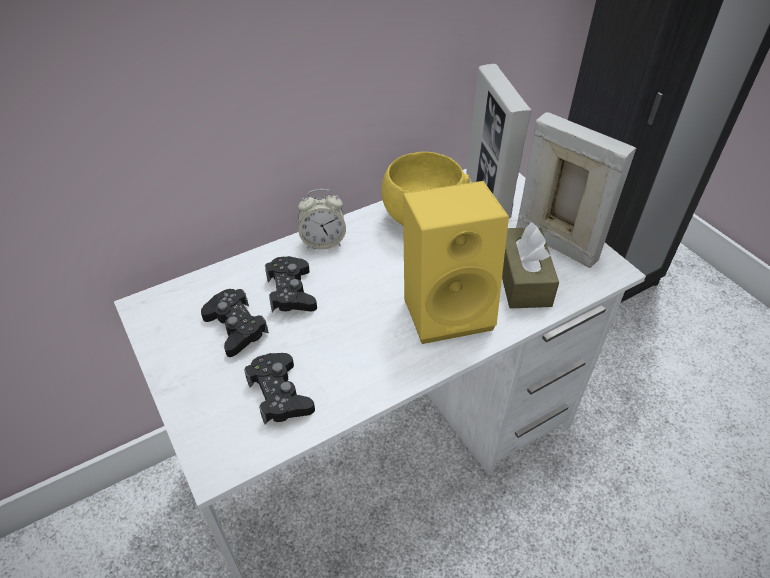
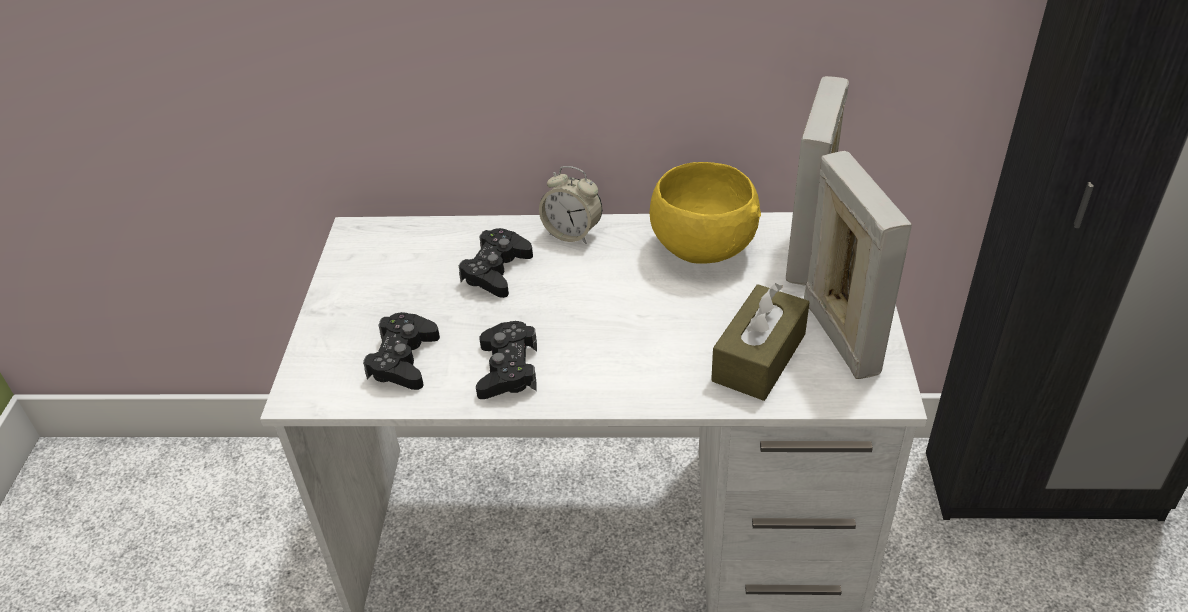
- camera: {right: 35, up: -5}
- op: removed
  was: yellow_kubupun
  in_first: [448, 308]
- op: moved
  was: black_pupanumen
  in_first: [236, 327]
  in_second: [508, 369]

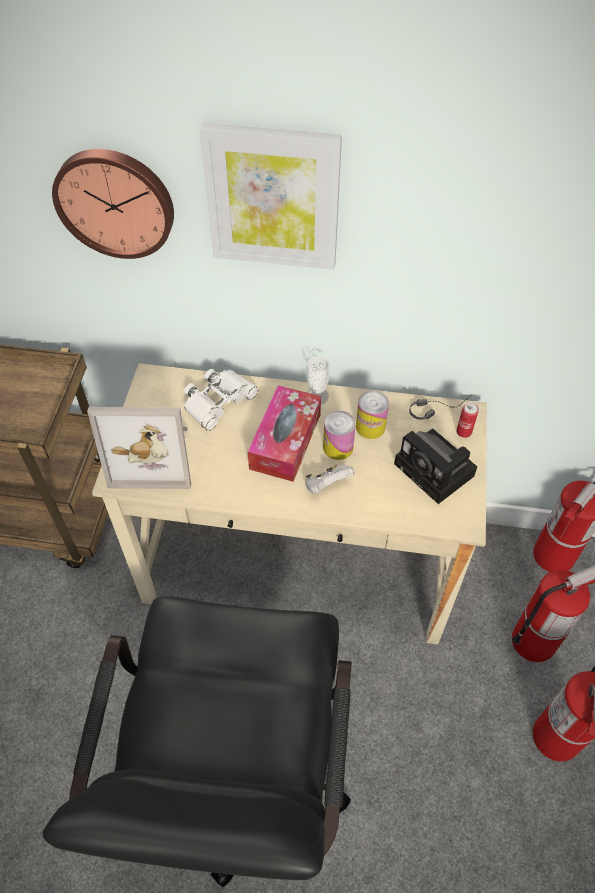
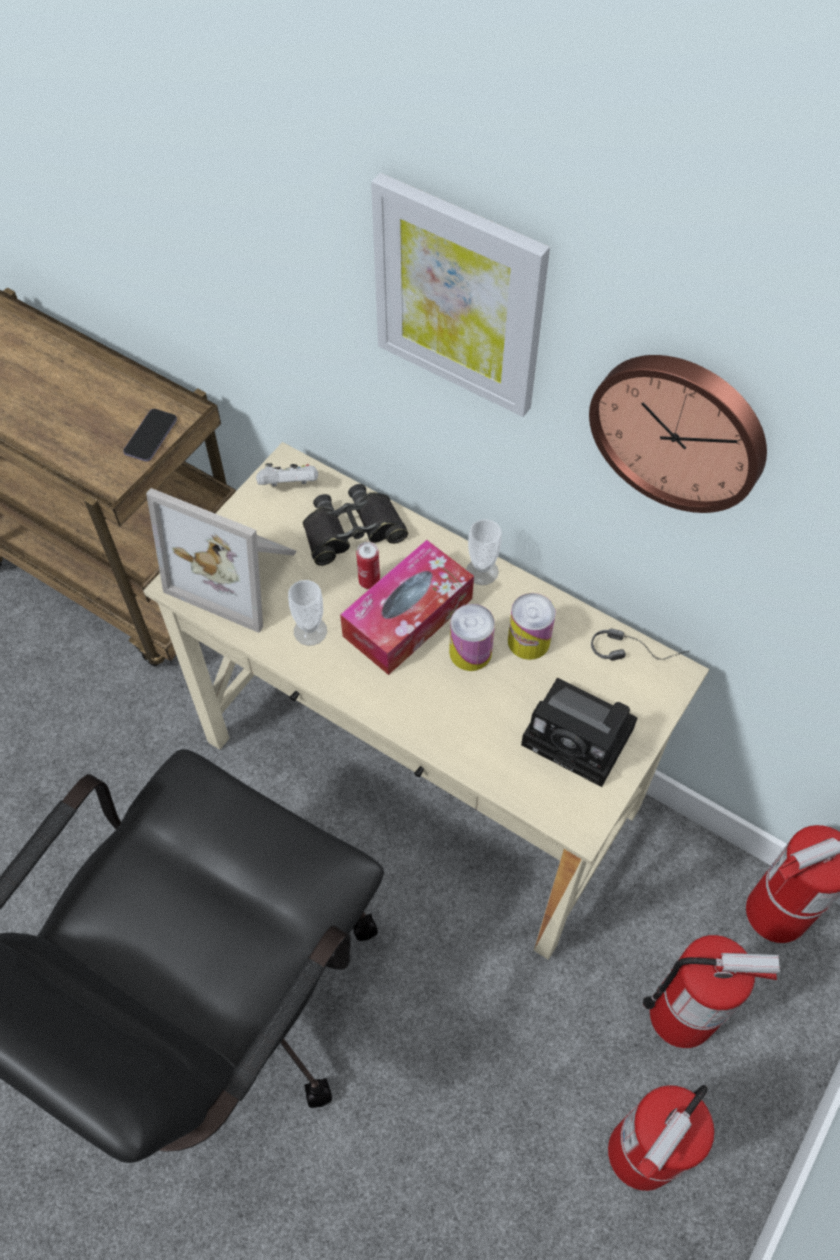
- camera: {right: 25, up: 5}
- op: moved
  was: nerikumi
  in_first: [115, 202]
  in_second: [680, 429]
- op: recoloured
  was: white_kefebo
  now: black_kefebo
  in_first: [218, 401]
  in_second: [352, 531]
- op: moved
  was: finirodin
  in_first: [463, 432]
  in_second: [369, 581]
- op: turned
  was: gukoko
  in_first: [437, 472]
  in_second: [582, 738]
  clockwise: -45
- op: moved
  was: white_pupanumen
  in_first: [326, 486]
  in_second: [289, 485]
- op: added
  now: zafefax
  in_second: [151, 436]
- op: added
  now: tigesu
  in_second: [310, 631]

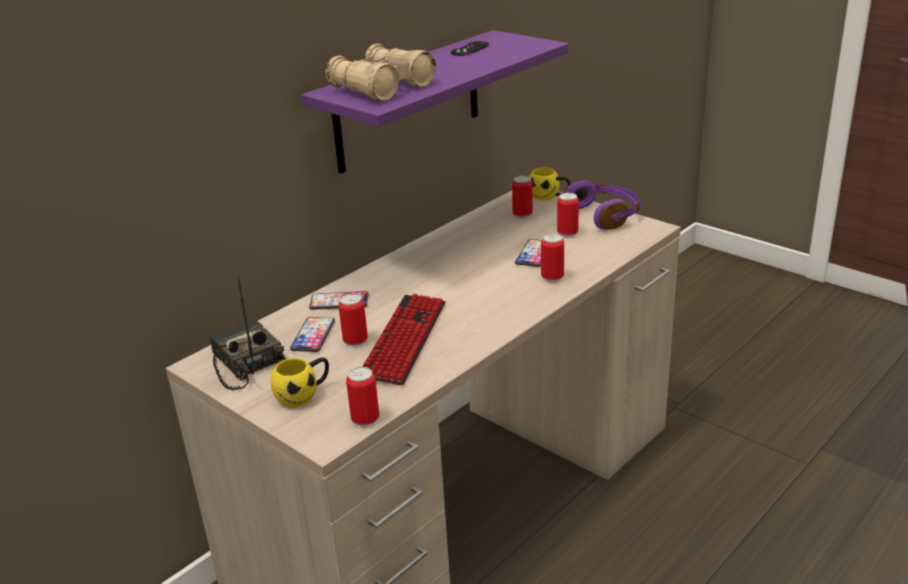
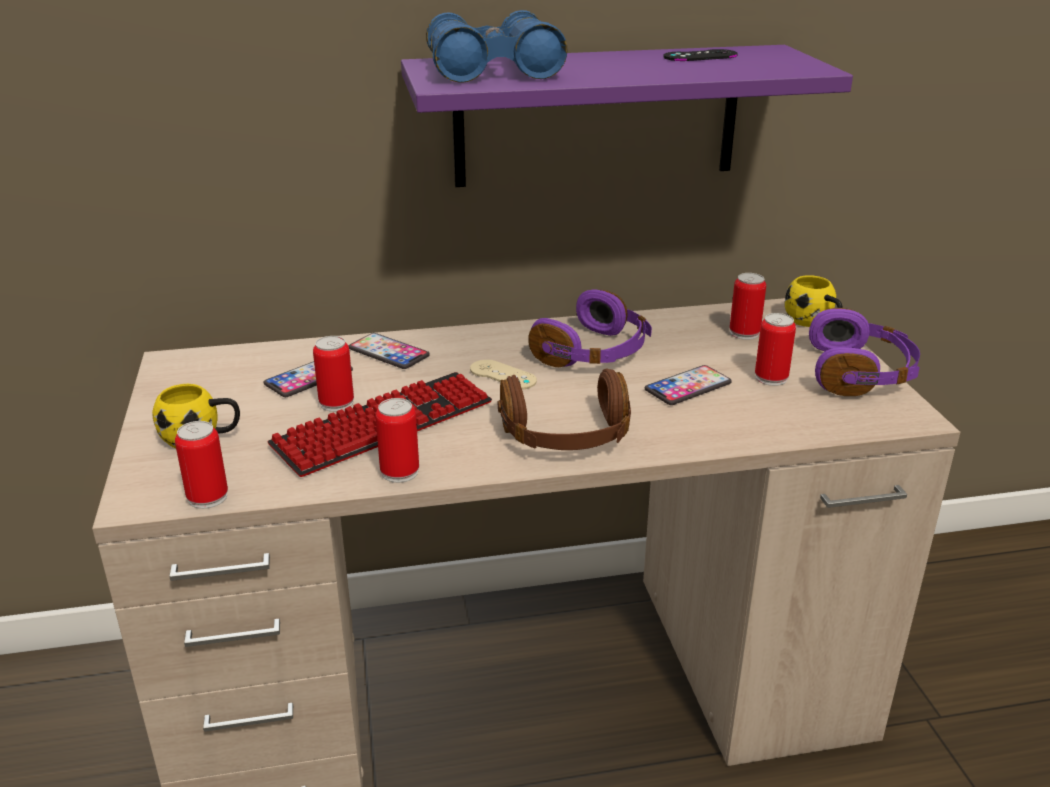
- camera: {right: 35, up: 0}
- op: recoloured
  was: beige_kefebo
  now: blue_kefebo
  in_first: [382, 88]
  in_second: [493, 71]
- op: moved
  was: finirodin
  in_first: [552, 277]
  in_second: [399, 472]
- op: removed
  was: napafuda
  in_first: [244, 362]
- op: added
  now: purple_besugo
  in_second: [594, 353]
- op: added
  now: beige_pupanumen
  in_second: [503, 375]
- op: added
  now: brown_besugo
  in_second: [566, 437]

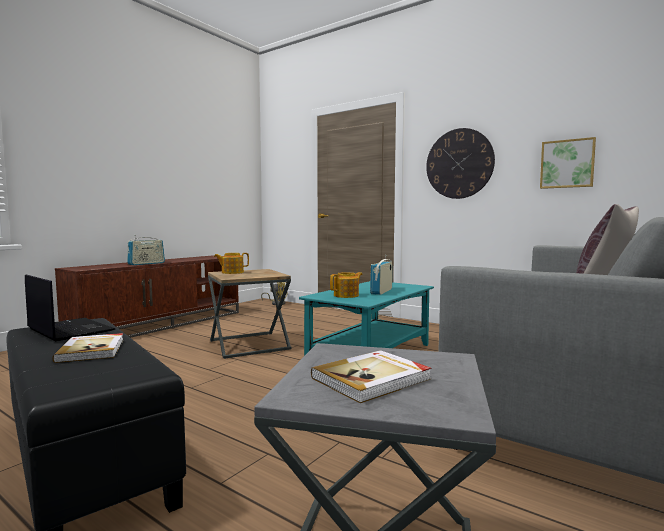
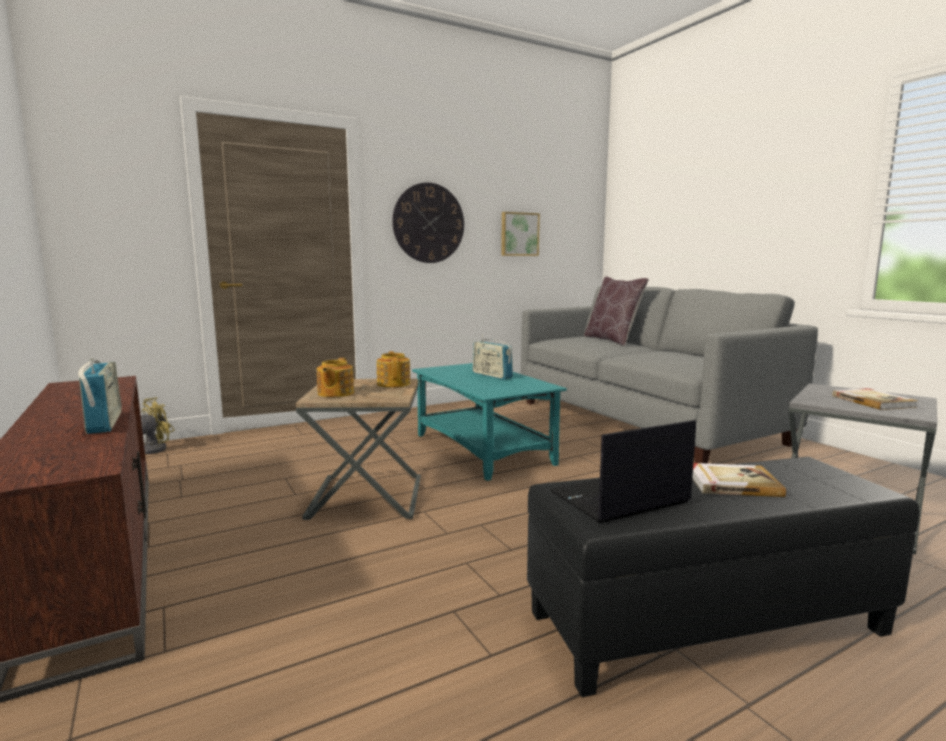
- camera: {right: -65, up: 5}
- op: moved
  was: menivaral
  in_first: [347, 295]
  in_second: [394, 383]

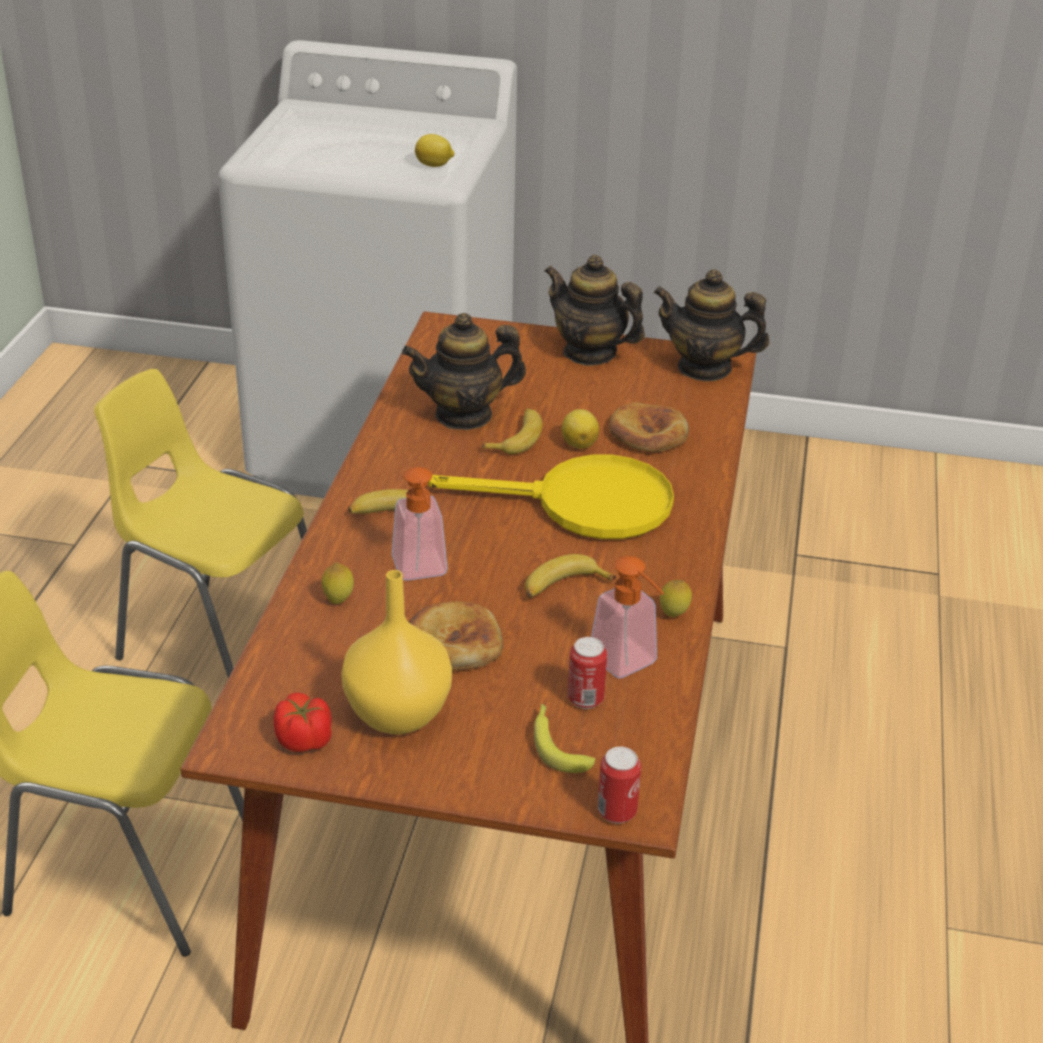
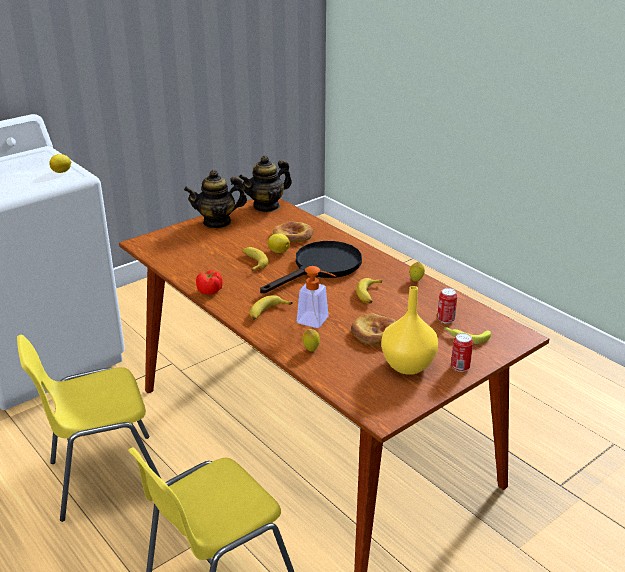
- camera: {right: -50, up: -5}
- op: removed
  was: menivaral
  in_first: [464, 415]
- op: recoloured
  was: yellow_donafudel
  now: black_donafudel
  in_first: [584, 504]
  in_second: [321, 268]
- op: removed
  was: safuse
  in_first: [629, 665]
- op: moved
  was: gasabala
  in_first: [304, 740]
  in_second: [210, 291]
- op: moved
  was: finirodin
  in_first: [616, 812]
  in_second: [460, 367]

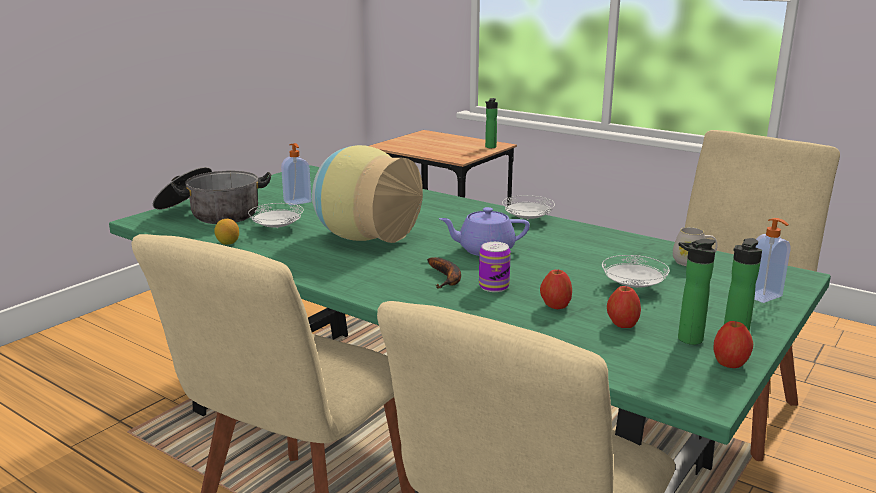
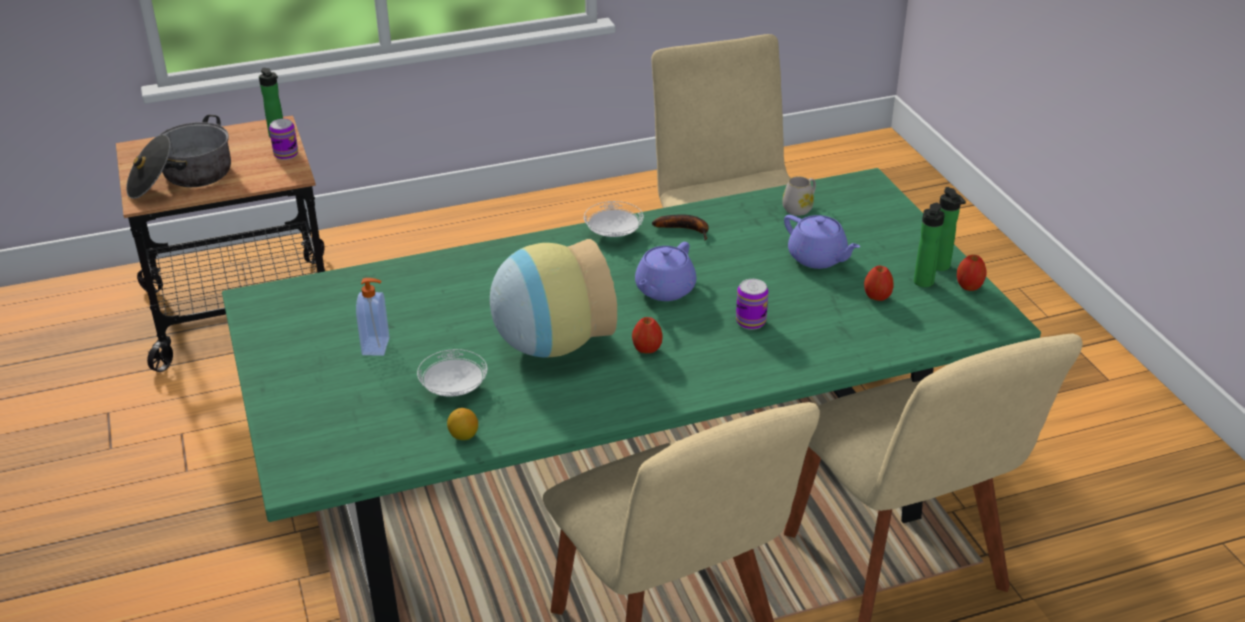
- camera: {right: -55, up: 15}
- op: moved
  was: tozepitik
  in_first: [211, 214]
  in_second: [182, 178]
- op: removed
  was: safuse
  in_first: [764, 296]
- op: replaced
  was: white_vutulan
  now: purple_menivaral
  in_first: [633, 287]
  in_second: [818, 258]
- op: moved
  was: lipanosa
  in_first: [447, 278]
  in_second: [686, 229]
- op: moved
  was: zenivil
  in_first: [555, 306]
  in_second: [646, 350]
- op: added
  now: finirodin
  in_second: [286, 154]

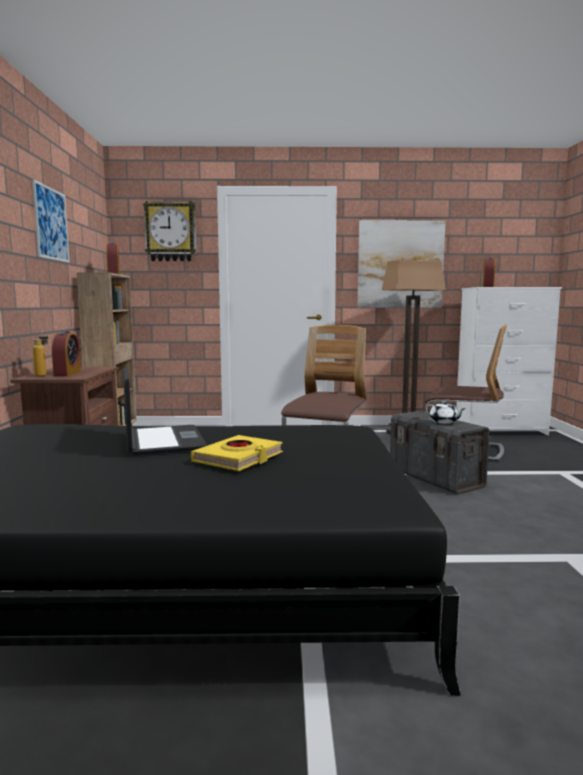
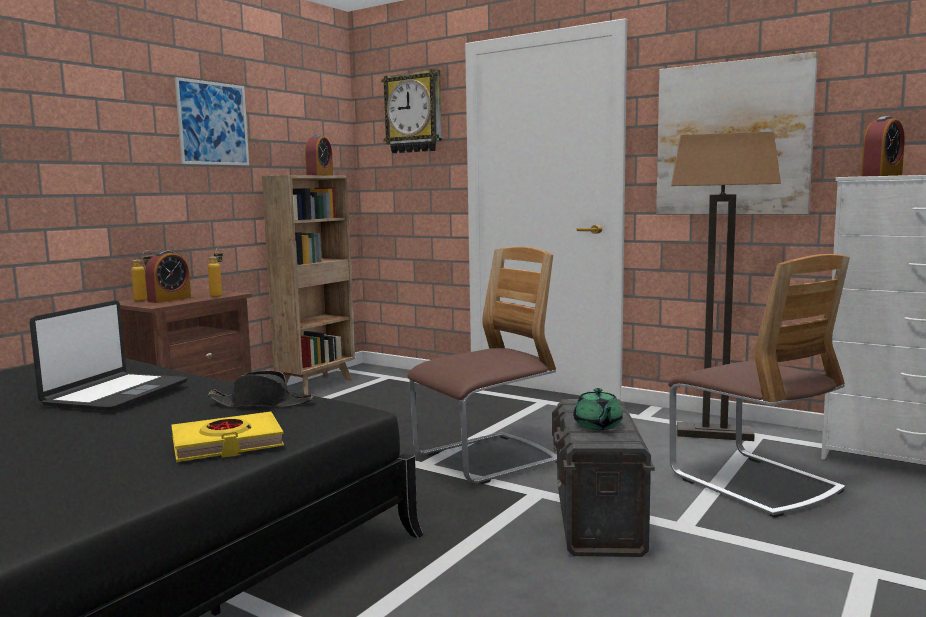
- camera: {right: 35, up: 0}
- op: recoloured
  was: white_menivaral
  now: green_menivaral
  in_first: [443, 422]
  in_second: [597, 426]
- op: moved
  was: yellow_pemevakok
  in_first: [238, 458]
  in_second: [227, 444]
- op: added
  now: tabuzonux
  in_second: [218, 295]
- op: added
  now: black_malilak
  in_second: [262, 403]

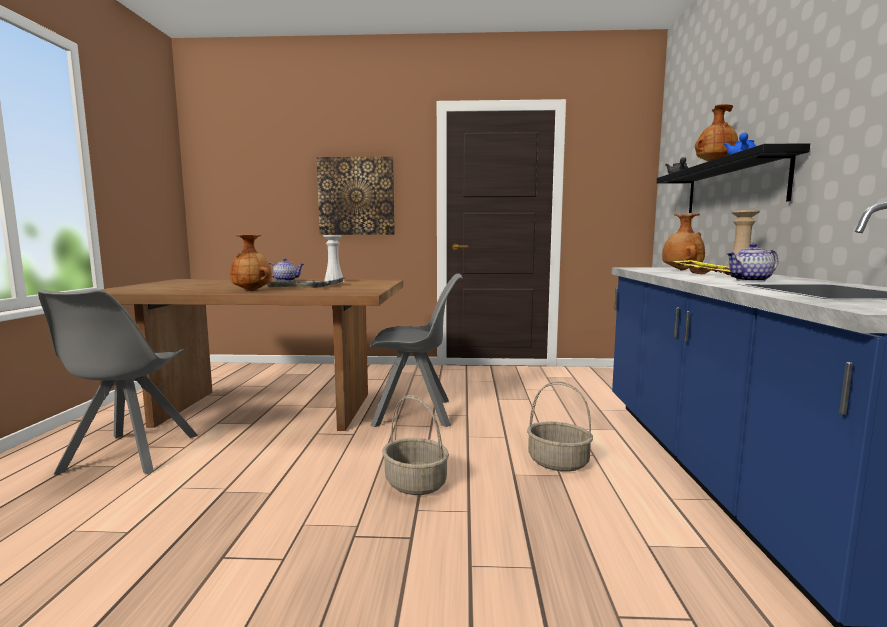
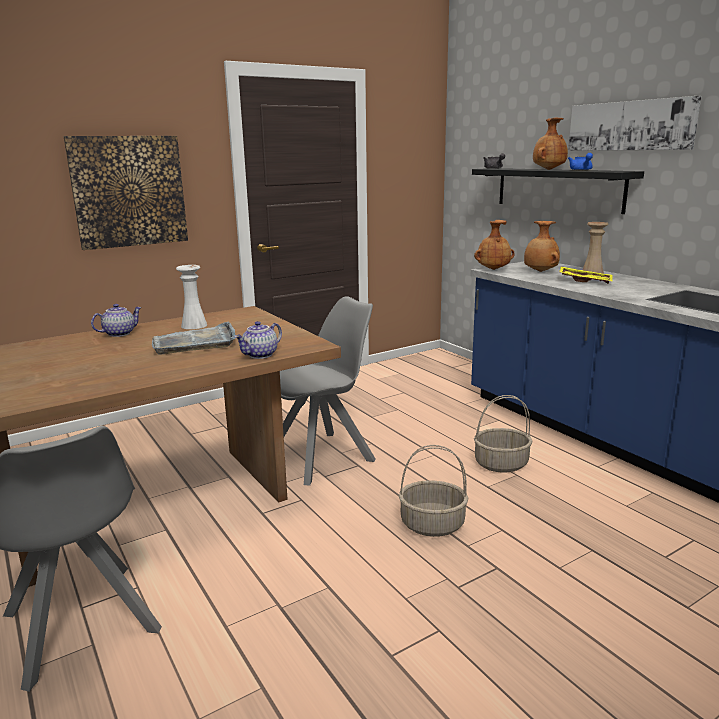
- camera: {right: -35, up: 10}
- op: moved
  was: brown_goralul
  in_first: [252, 291]
  in_second: [493, 269]
- op: moved
  was: menivaral
  in_first: [750, 280]
  in_second: [260, 355]
- op: added
  now: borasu
  in_second: [630, 126]

